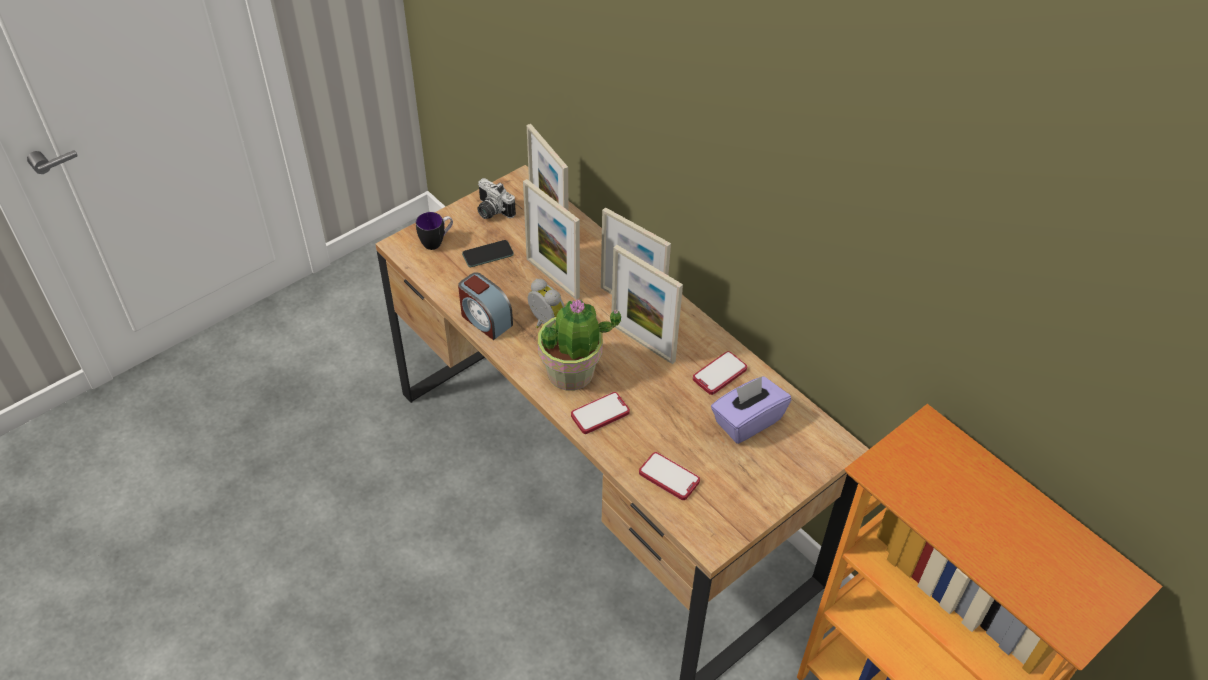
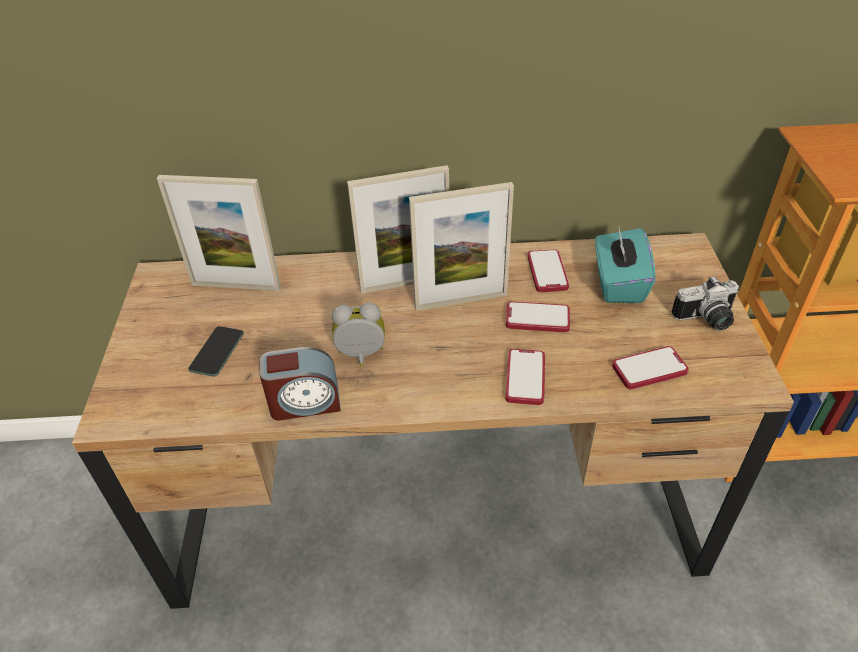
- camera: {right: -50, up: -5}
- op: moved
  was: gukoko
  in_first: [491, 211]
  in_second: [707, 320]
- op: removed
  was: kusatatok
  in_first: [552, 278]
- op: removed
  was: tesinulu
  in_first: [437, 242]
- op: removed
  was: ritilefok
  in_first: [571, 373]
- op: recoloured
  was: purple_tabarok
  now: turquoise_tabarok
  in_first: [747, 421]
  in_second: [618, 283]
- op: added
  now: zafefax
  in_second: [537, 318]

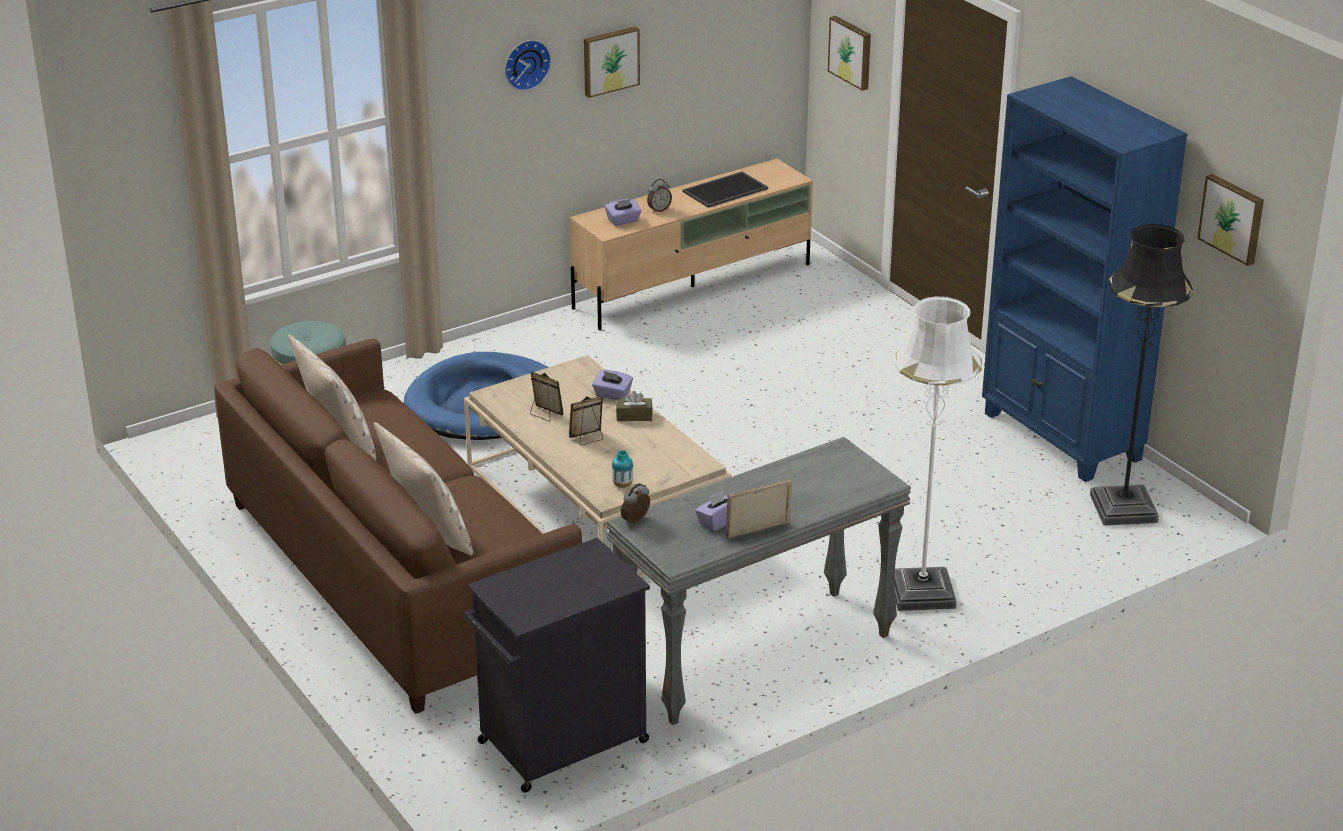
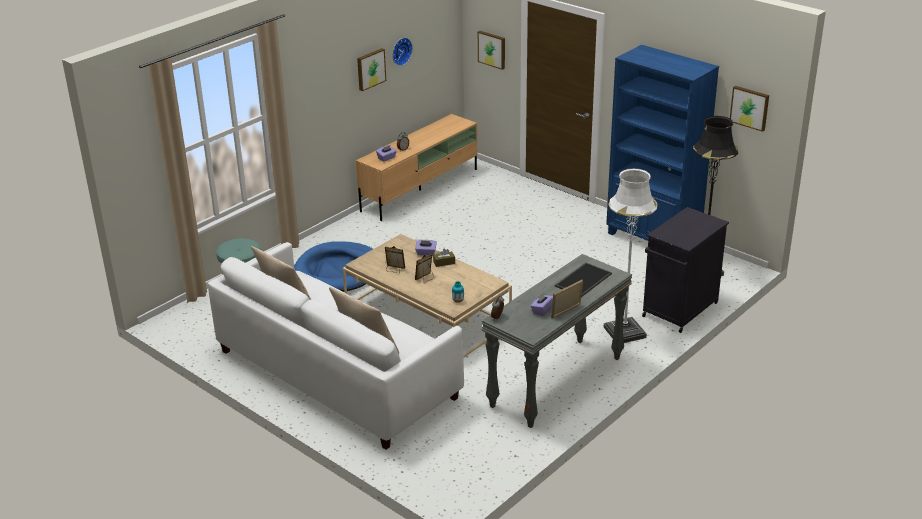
- camera: {right: -15, up: 0}
- op: moved
  was: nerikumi
  in_first: [525, 64]
  in_second: [400, 51]
- op: moved
  was: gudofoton
  in_first: [725, 189]
  in_second: [583, 279]
- op: recoloured
  was: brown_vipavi
  now: white_vipavi
  in_first: [397, 576]
  in_second: [336, 374]
- op: moved
  was: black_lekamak
  in_first: [560, 744]
  in_second: [679, 310]

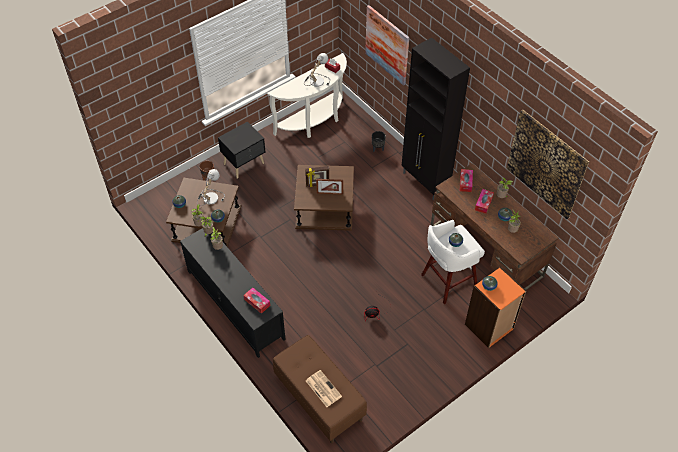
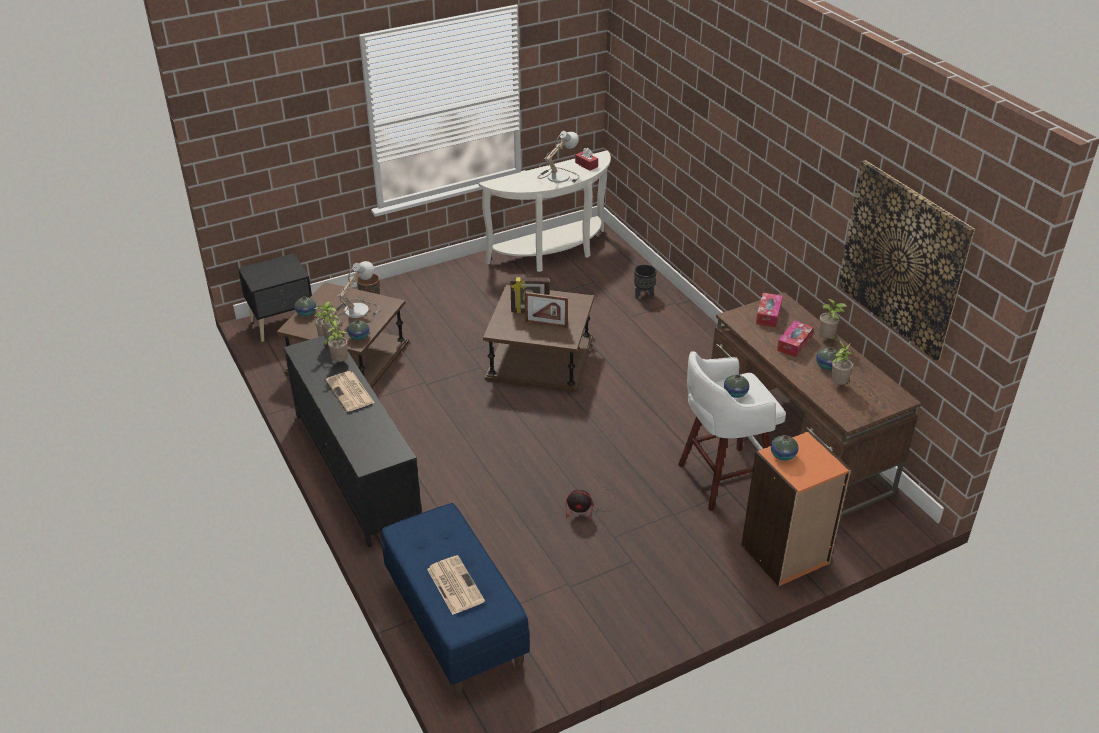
- camera: {right: 10, up: -15}
- op: removed
  was: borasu
  in_first: [387, 45]
- op: removed
  was: black_lekamak
  in_first: [425, 182]
- op: moved
  was: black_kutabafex
  in_first: [245, 164]
  in_second: [283, 324]
- op: removed
  was: tabarok
  in_first: [257, 302]
- op: recoloured
  was: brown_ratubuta
  now: blue_ratubuta
  in_first: [319, 399]
  in_second: [454, 623]
- op: added
  now: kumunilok
  in_second: [350, 392]

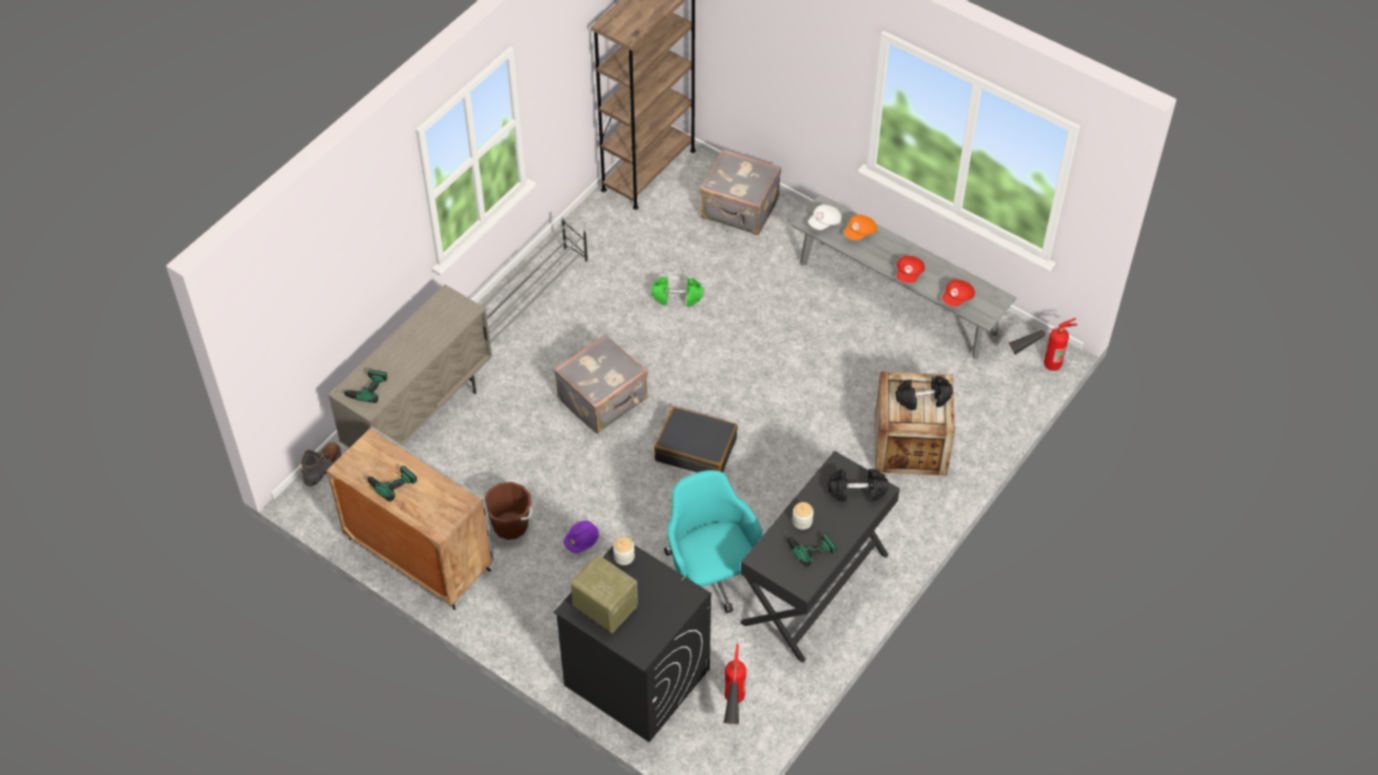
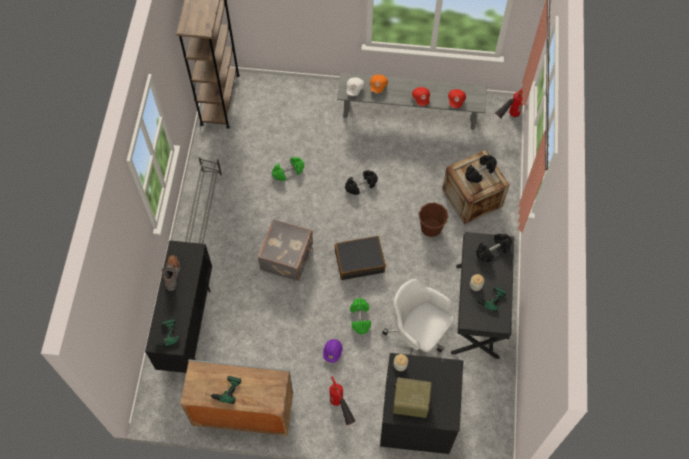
- camera: {right: -30, up: 10}
- op: removed
  was: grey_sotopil
  in_first: [740, 209]
- op: recoloured
  was: beige_lekamak
  now: black_lekamak
  in_first: [421, 419]
  in_second: [188, 325]
- op: moved
  was: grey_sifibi
  in_first: [323, 467]
  in_second: [172, 274]
- op: recoloured
  was: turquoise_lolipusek
  now: white_lolipusek
  in_first: [711, 577]
  in_second: [418, 335]
- op: moved
  was: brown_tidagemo
  in_first: [510, 526]
  in_second: [431, 227]
- op: moved
  was: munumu
  in_first: [733, 712]
  in_second: [341, 410]
- op: added
  now: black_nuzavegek
  in_second: [361, 186]
- op: added
  now: green_nuzavegek
  in_second: [360, 318]

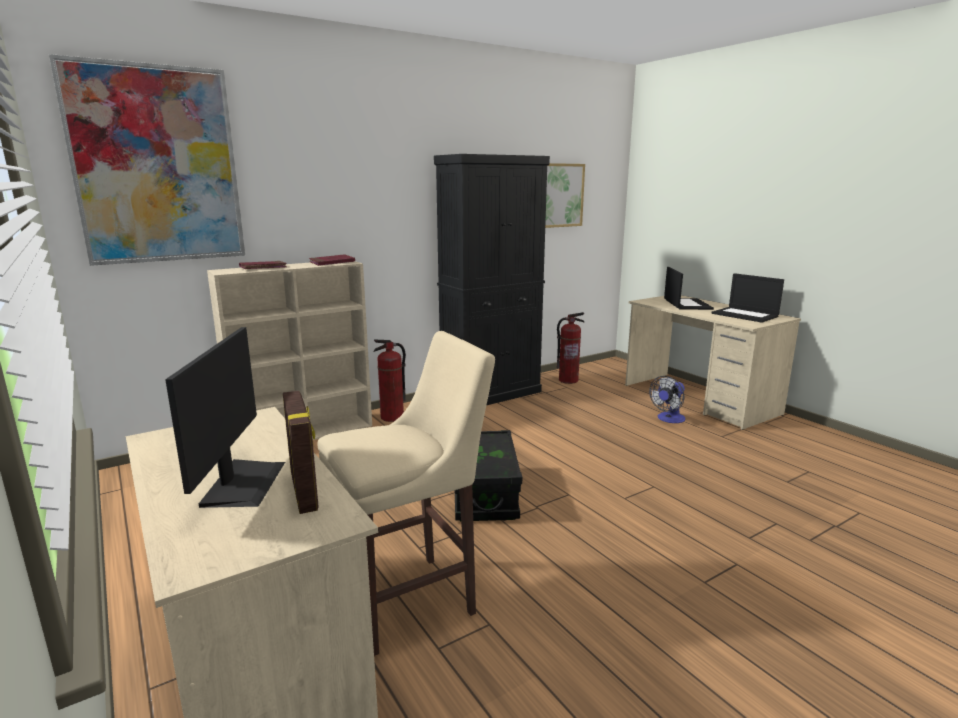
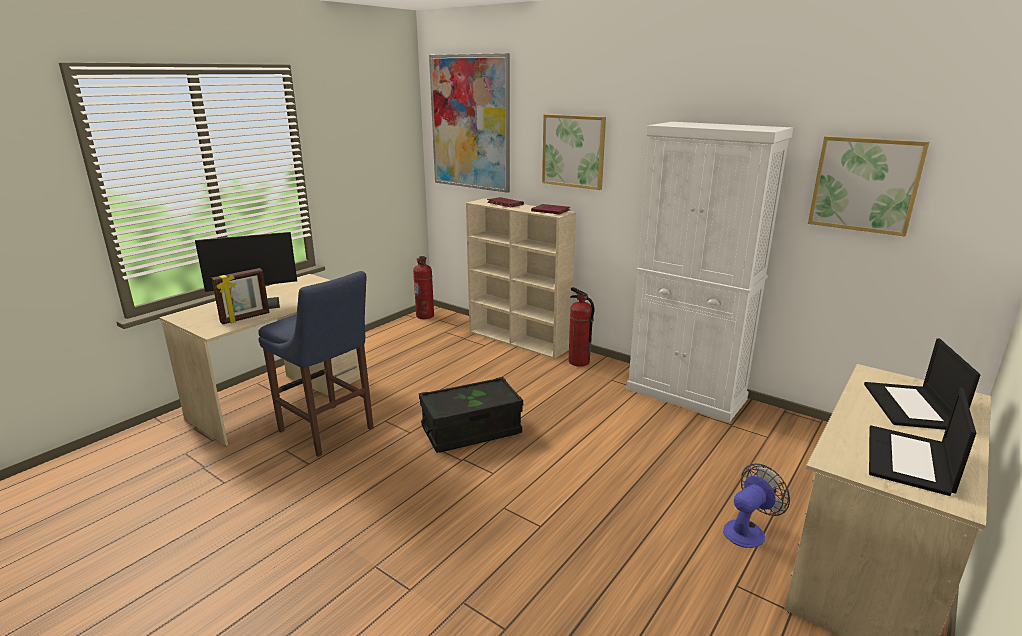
- camera: {right: 70, up: 5}
- op: recoloured
  was: black_lekamak
  now: white_lekamak
  in_first: [491, 394]
  in_second: [686, 394]
- op: turned
  was: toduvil
  in_first: [686, 304]
  in_second: [911, 407]
  clockwise: 120
- op: moved
  was: munumu
  in_first: [568, 380]
  in_second: [425, 316]
- op: recoloured
  was: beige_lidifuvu
  now: blue_lidifuvu
  in_first: [412, 600]
  in_second: [328, 431]
- op: turned
  was: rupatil
  in_first: [668, 419]
  in_second: [748, 530]
  clockwise: 120
- op: added
  now: borasu
  in_second: [573, 151]

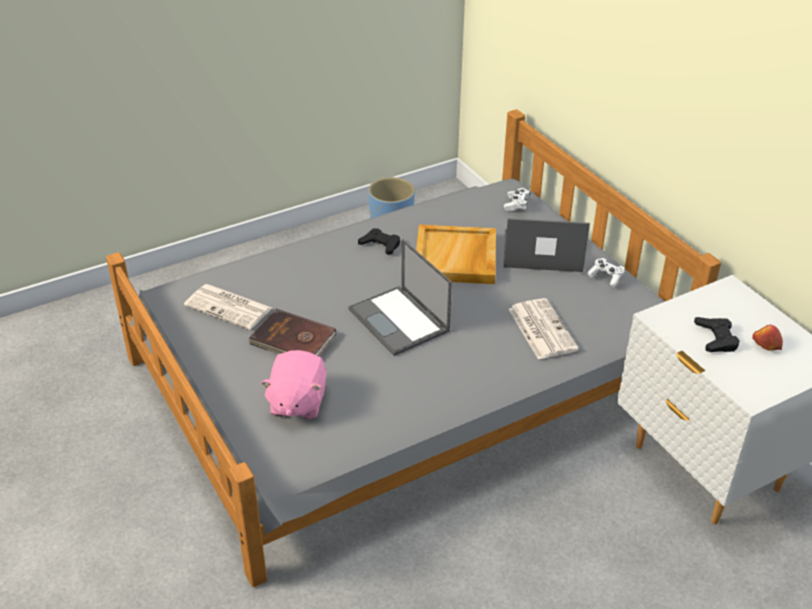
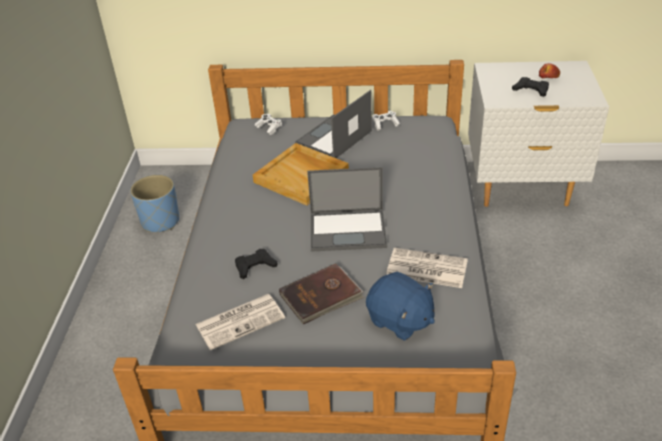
- camera: {right: -55, up: 0}
- op: moved
  was: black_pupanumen
  in_first: [380, 245]
  in_second: [255, 266]
- op: moved
  was: kumunilok
  in_first: [541, 329]
  in_second: [425, 269]
- op: recoloured
  was: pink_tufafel
  now: blue_tufafel
  in_first: [297, 402]
  in_second: [400, 320]

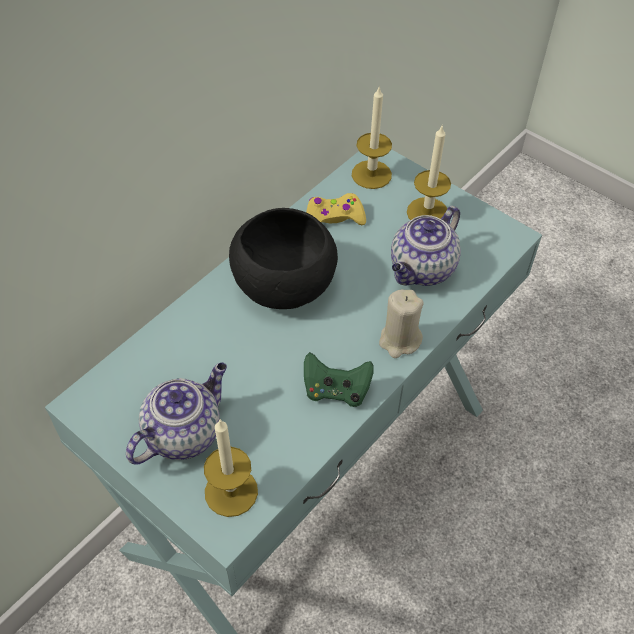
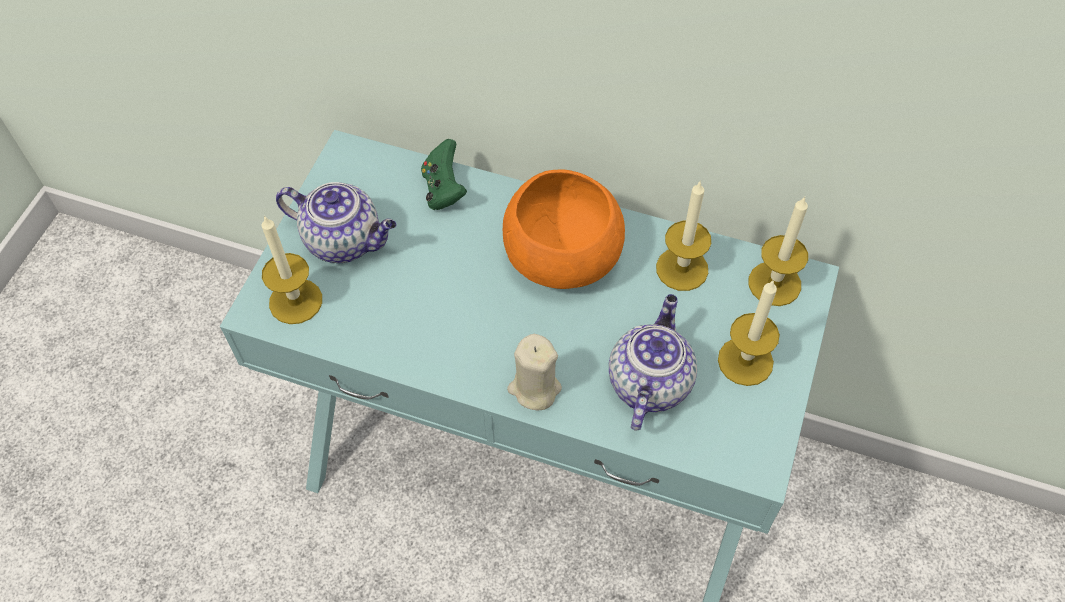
- camera: {right: 70, up: 5}
- op: replaced
  was: yellow_pupanumen
  now: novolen
  in_first: [334, 218]
  in_second: [682, 269]
- op: turned
  was: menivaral
  in_first: [422, 270]
  in_second: [649, 381]
  clockwise: 90
- op: recoloured
  was: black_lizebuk
  now: orange_lizebuk
  in_first: [284, 284]
  in_second: [561, 255]
- op: moved
  was: green_pupanumen
  in_first: [336, 391]
  in_second: [444, 189]

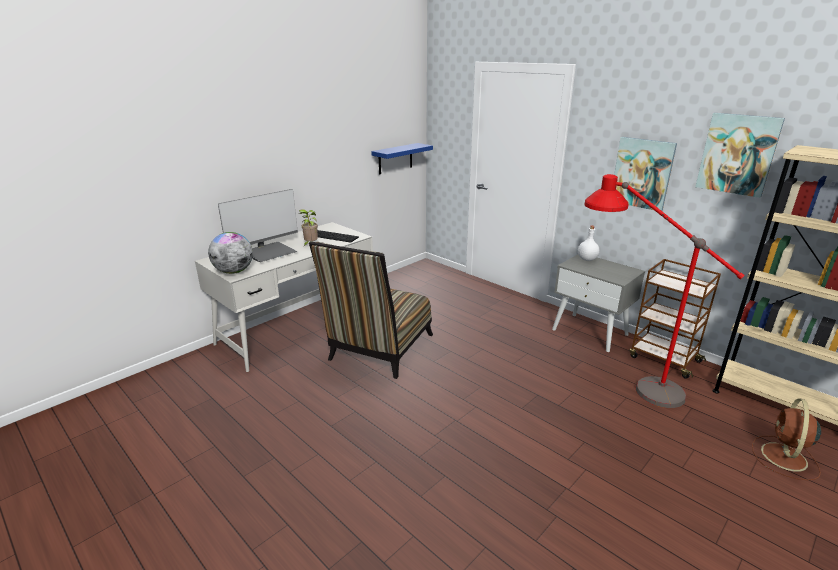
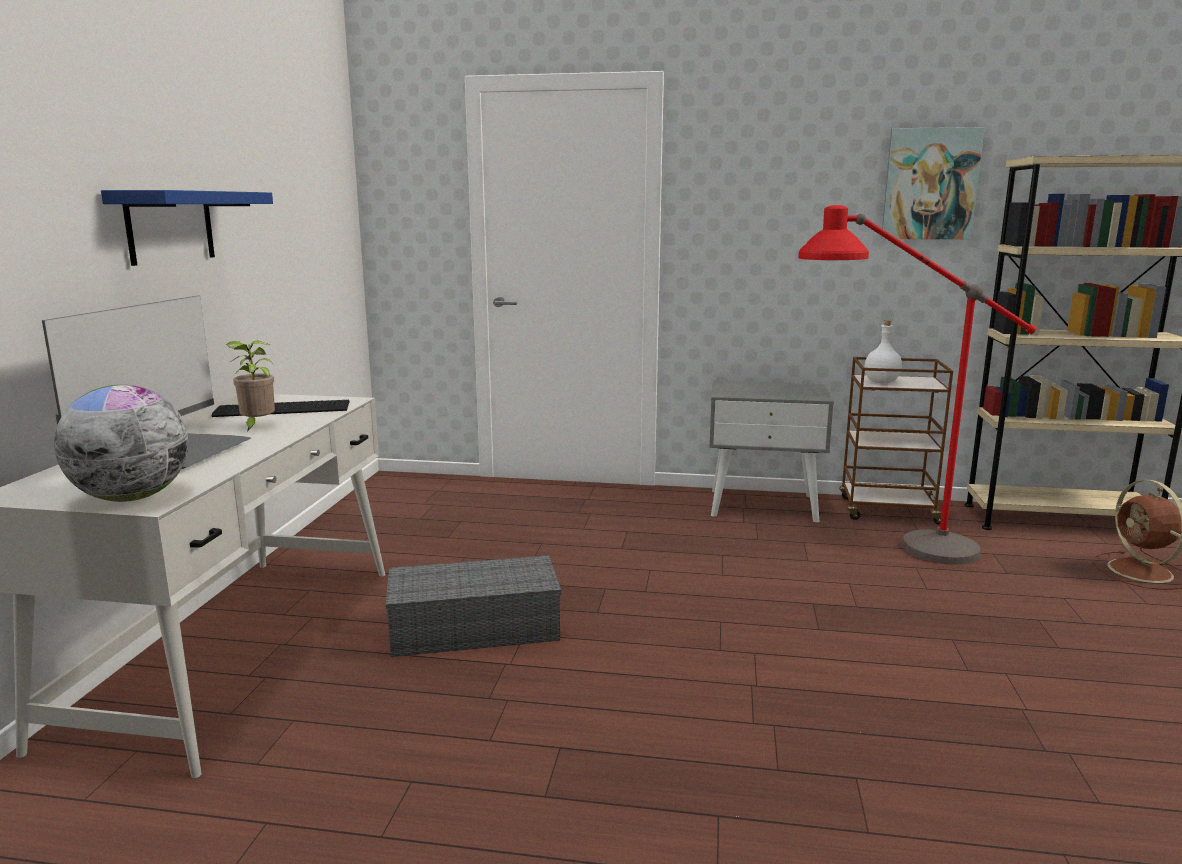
- camera: {right: -35, up: -10}
- op: removed
  was: borasu
  in_first: [642, 173]
- op: moved
  was: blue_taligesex
  in_first: [395, 158]
  in_second: [170, 226]
- op: moved
  was: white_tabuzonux
  in_first: [587, 259]
  in_second: [882, 382]
- op: replaced
  was: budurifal
  now: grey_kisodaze
  in_first: [378, 350]
  in_second: [472, 629]

